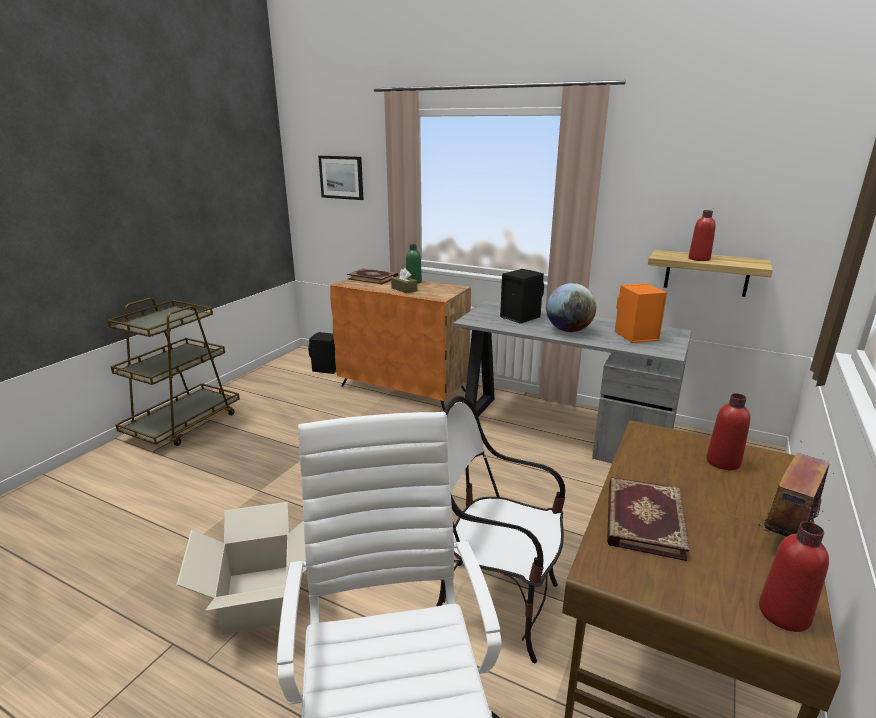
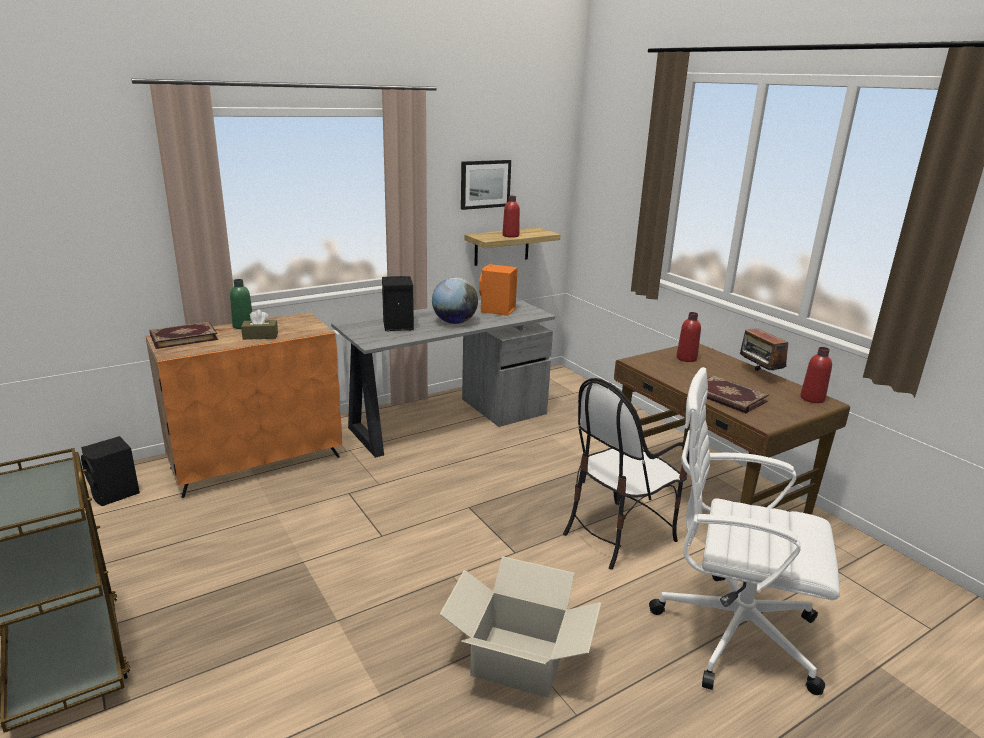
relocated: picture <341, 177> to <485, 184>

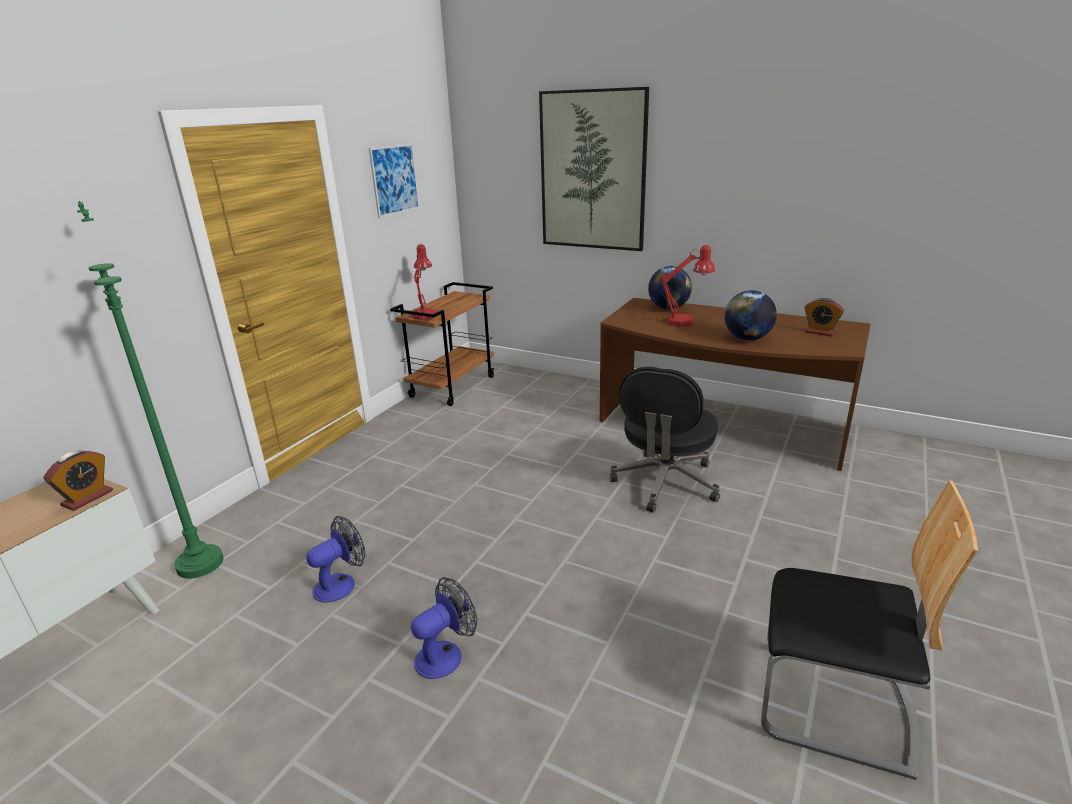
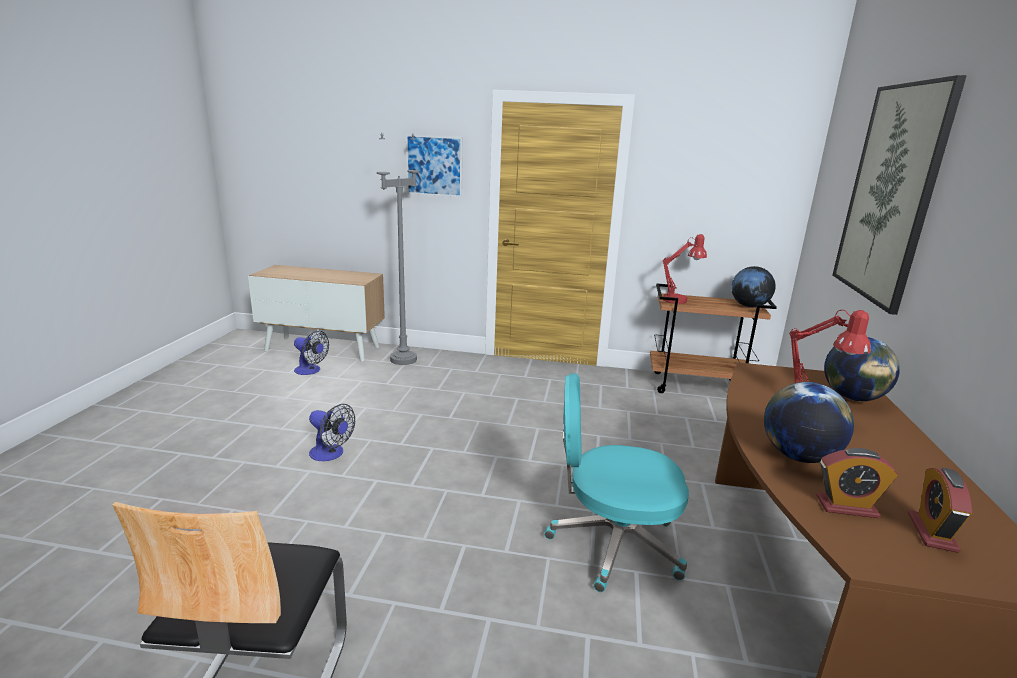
appeared: globe <749, 306>
relocated: alarm clock <87, 498> to <847, 507>; fan <341, 583> to <311, 371>; picture <395, 179> to <434, 166>
colour: floor lamp in green <200, 564> to floor lamp in grey <403, 359>; office chair in black <665, 483> to office chair in turquoise <612, 543>

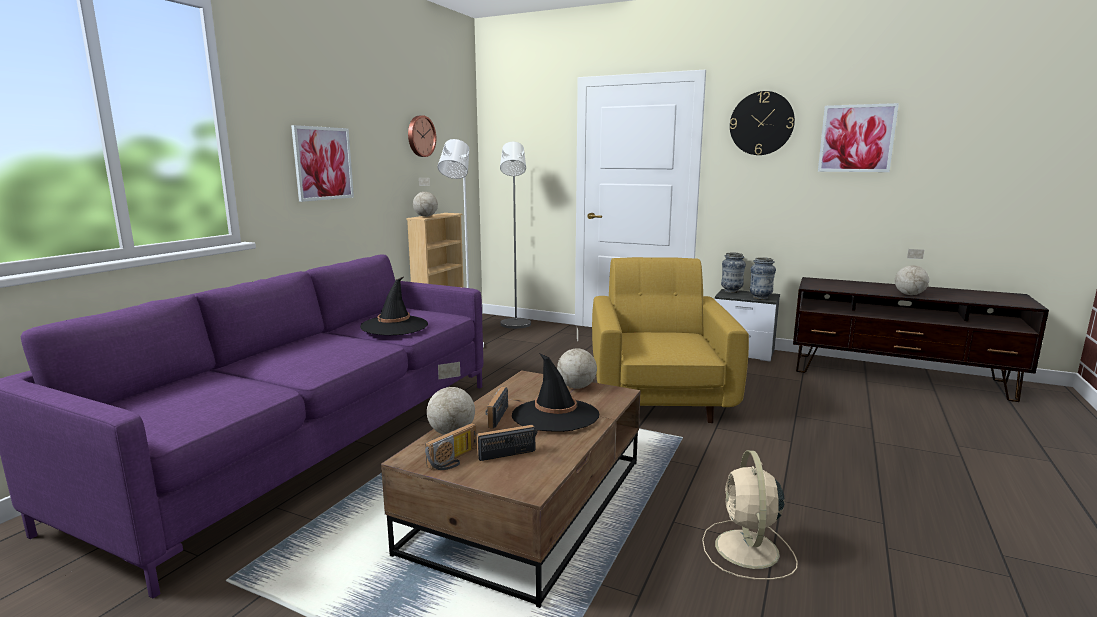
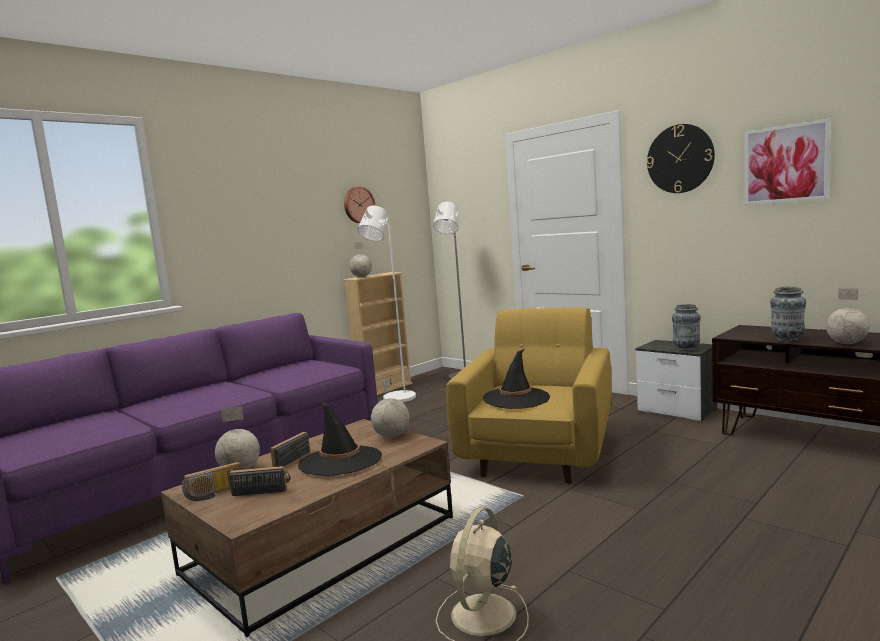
missing: picture <323, 163>
relocated: hat in black <394, 326> to <516, 398>; vase <731, 291> to <787, 340>

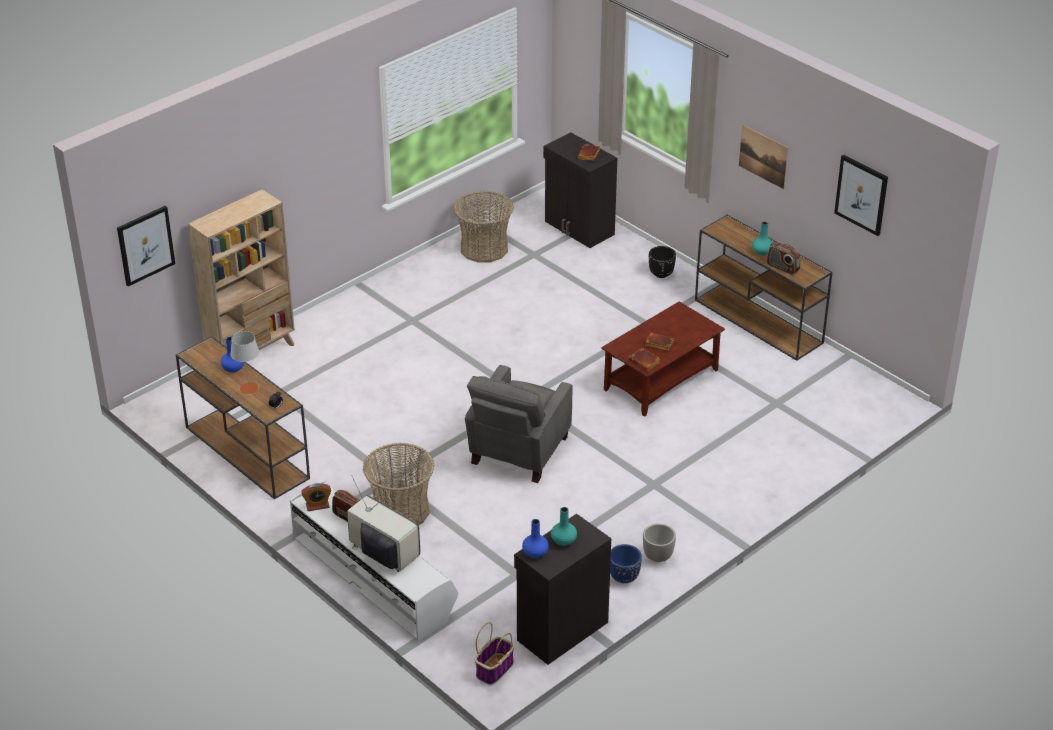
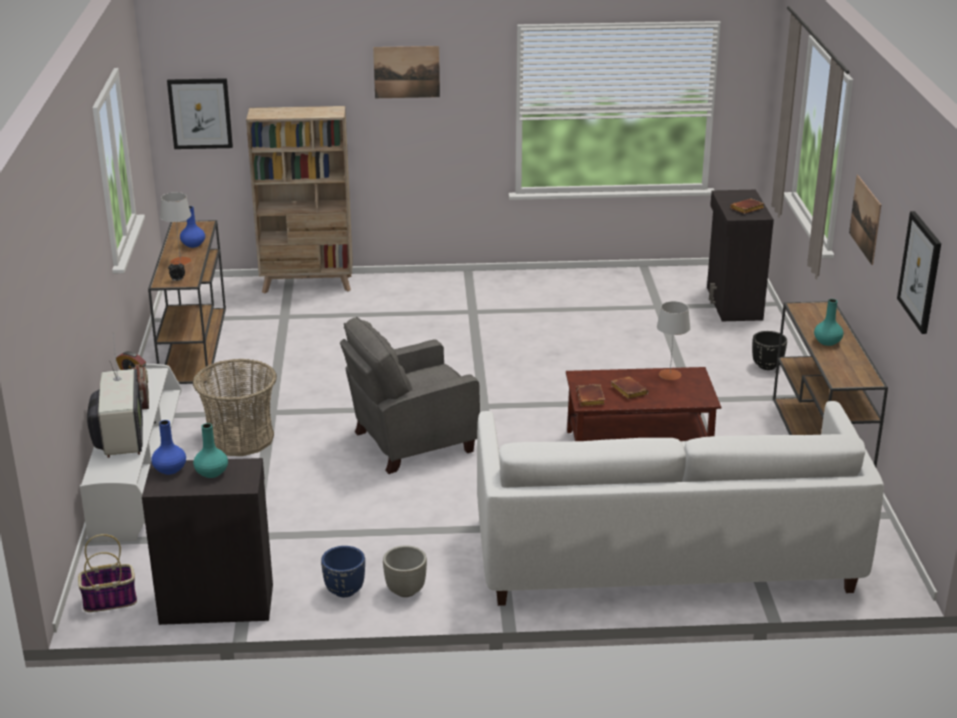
missing: basket <484, 248>; radio <782, 267>
appeared: picture <406, 72>; sofa in white <664, 554>; table lamp in grey <670, 374>

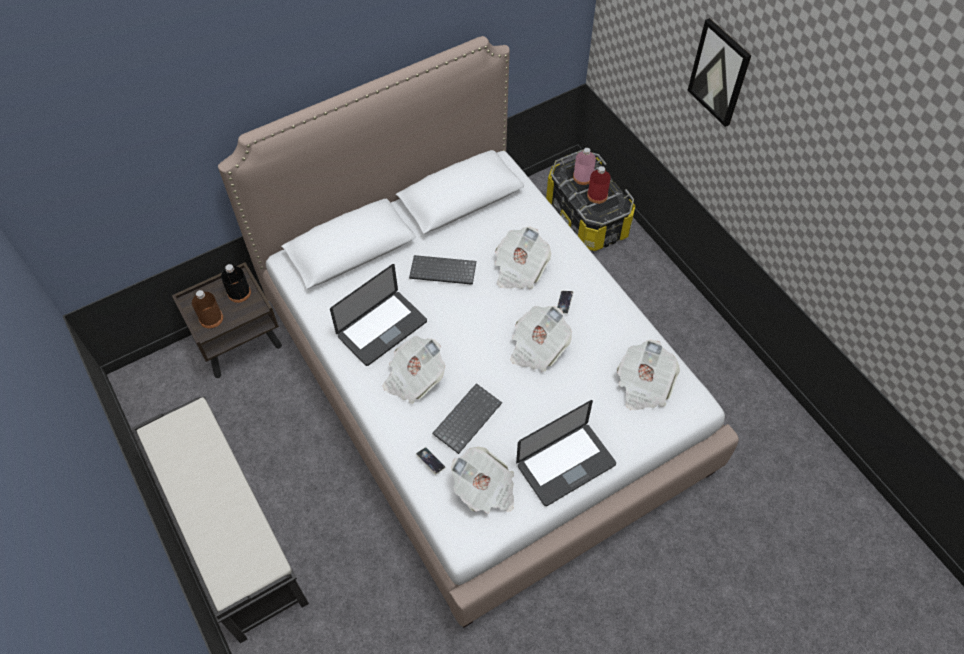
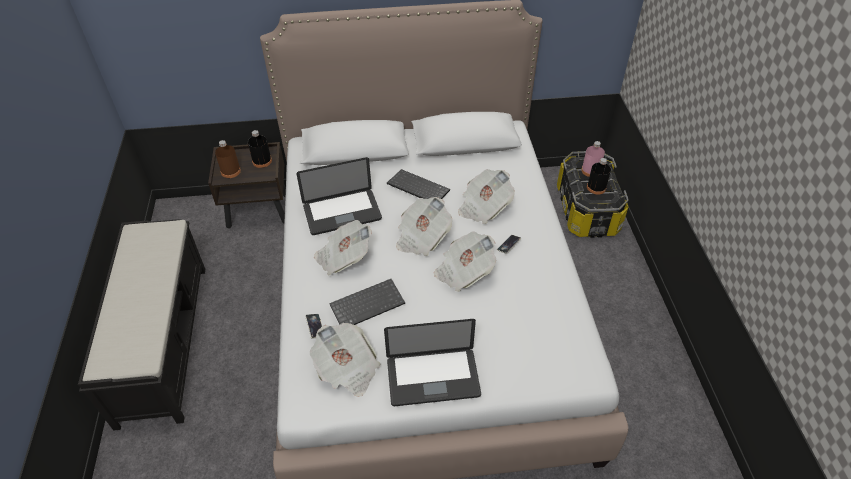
missing: picture <719, 72>
relocated: newspaper <643, 385> to <422, 237>
colour: bottle in red <597, 195> to bottle in black <596, 187>

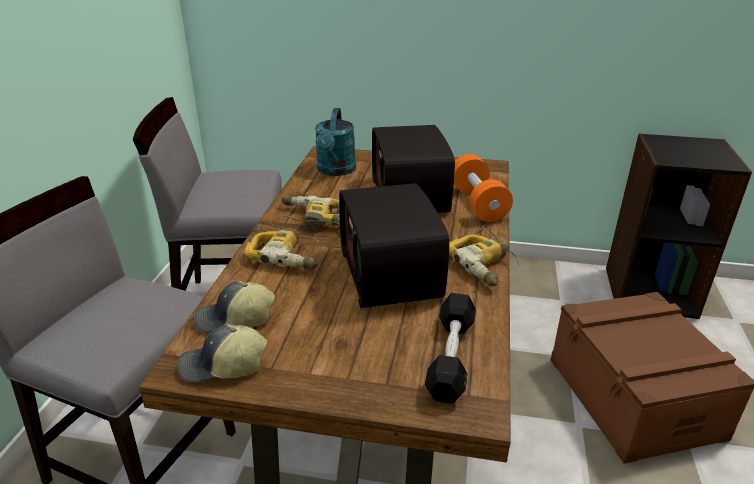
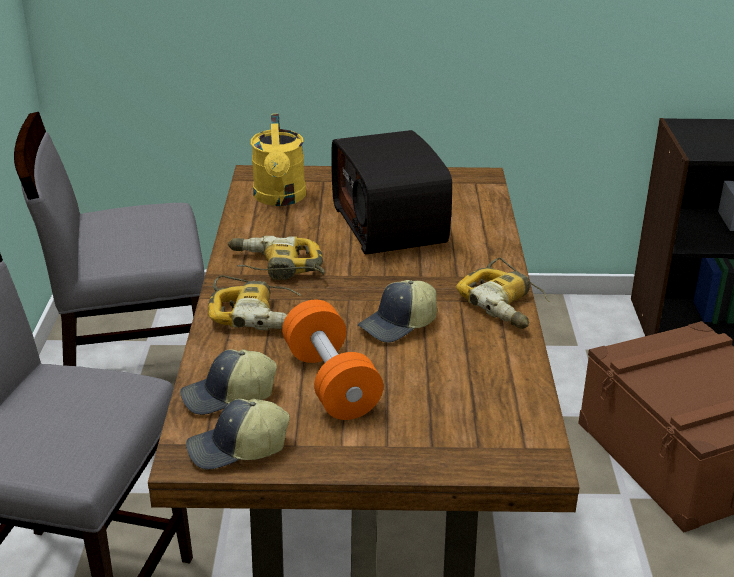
missing: dumbbell in black <451, 357>
relocated: dumbbell in orange <477, 203> to <331, 382>
exchanged: radio <392, 273> to cap <399, 325>
colour: watering can in turquoise <335, 171> to watering can in yellow <280, 198>

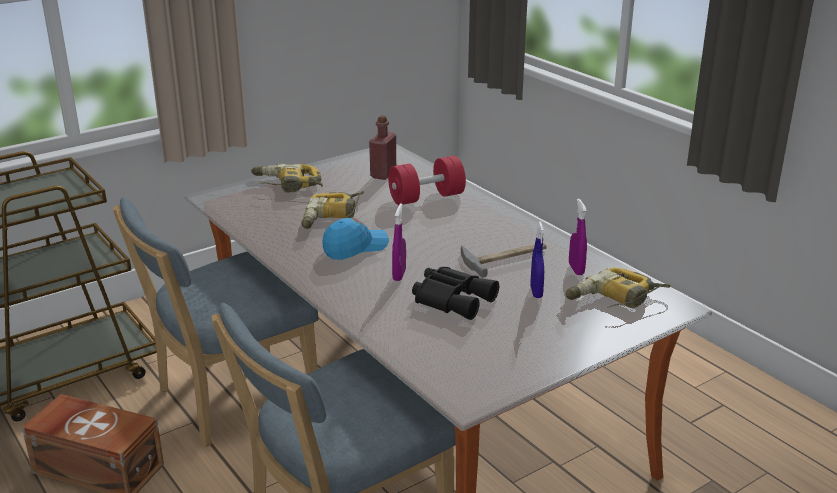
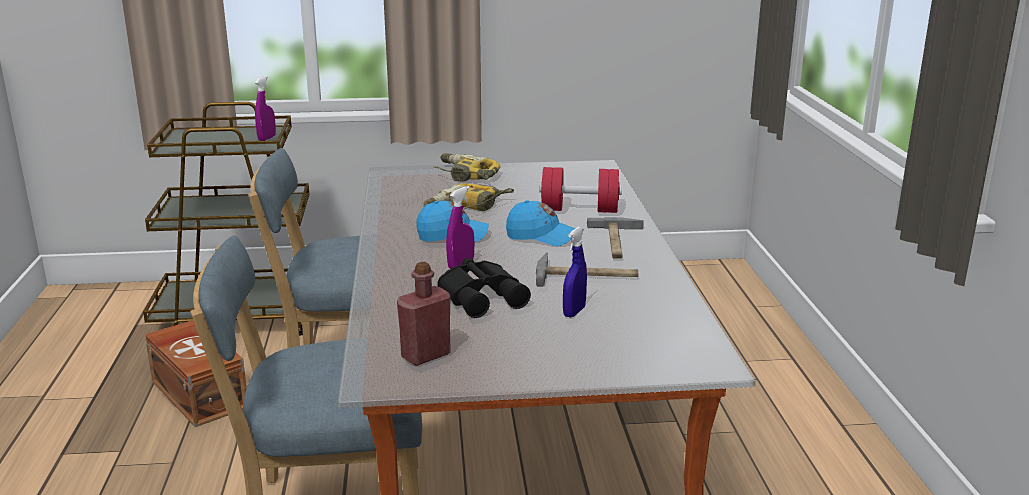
missing: power drill <614, 299>
appeared: cap in blue <541, 236>; hammer <616, 242>
relocated: bottle in red <383, 174> to <426, 355>; spray bottle in purple <576, 269> to <267, 138>

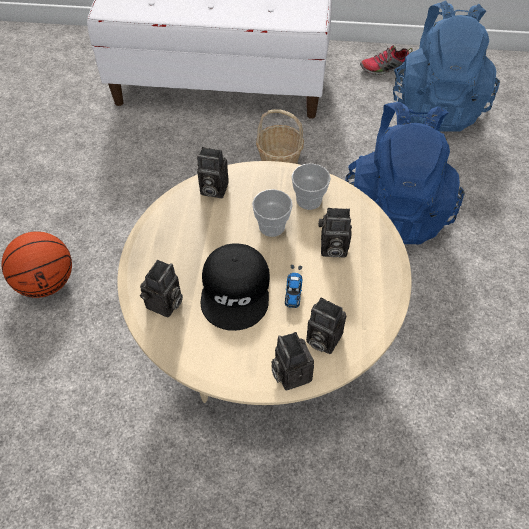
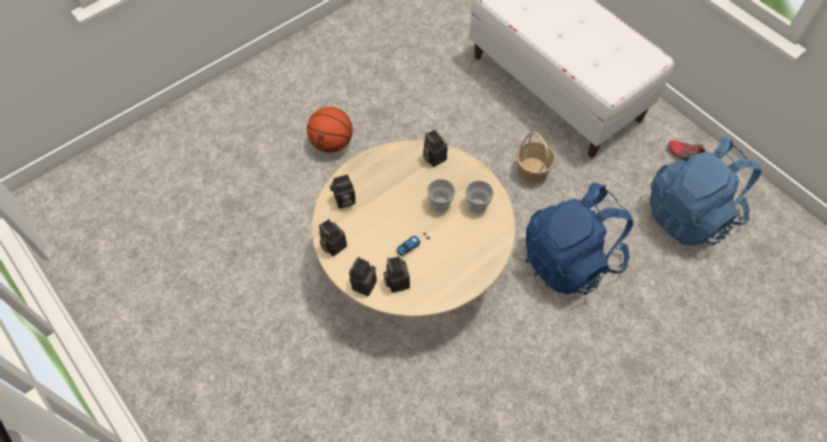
missing: cap in black <237, 291>
relocated: photo camera <332, 248> to <332, 245>

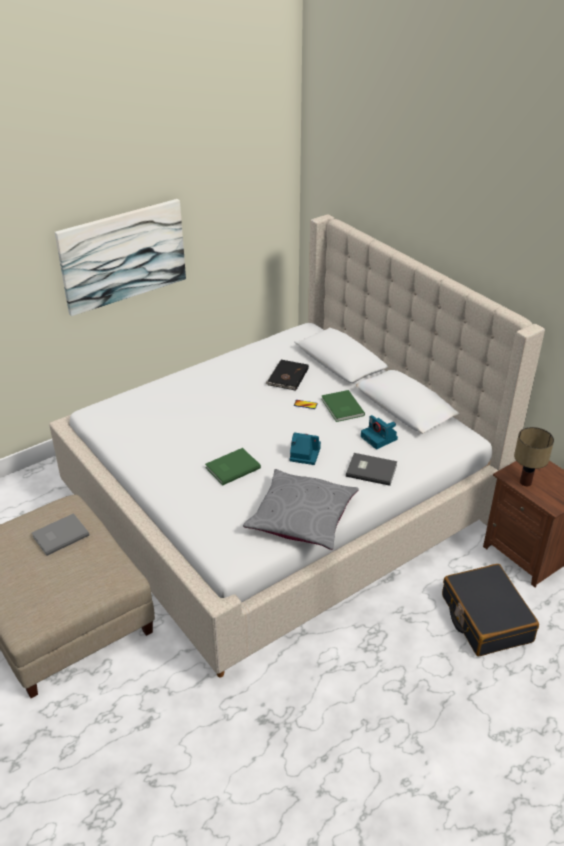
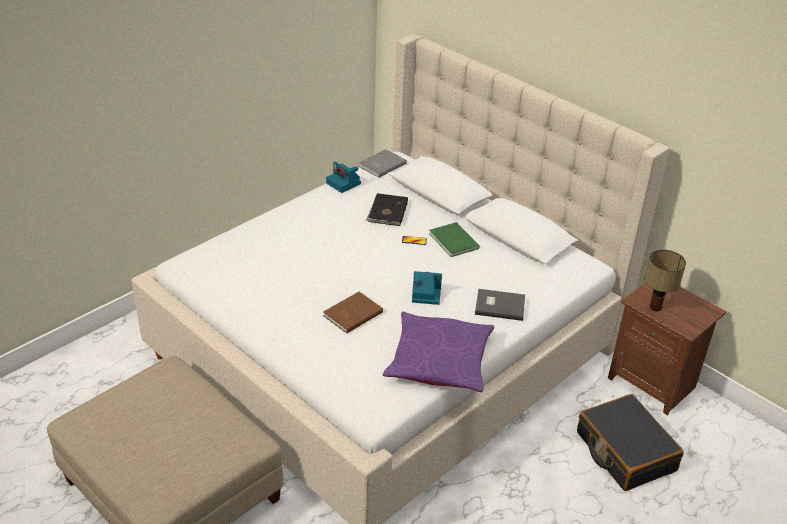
missing: picture <123, 256>
relocated: book in grey <59, 535> to <381, 164>; photo camera <379, 438> to <344, 183>
colour: book in green <231, 467> to book in brown <351, 313>; pillow in grey <302, 517> to pillow in purple <439, 361>

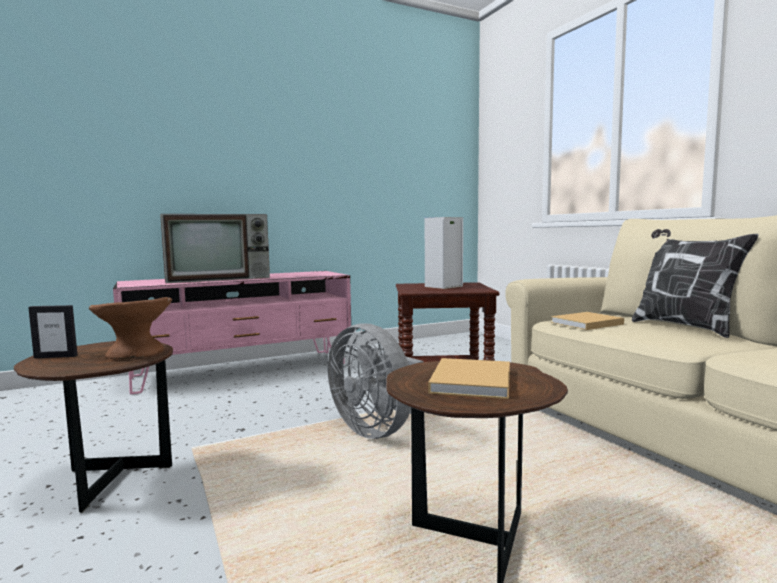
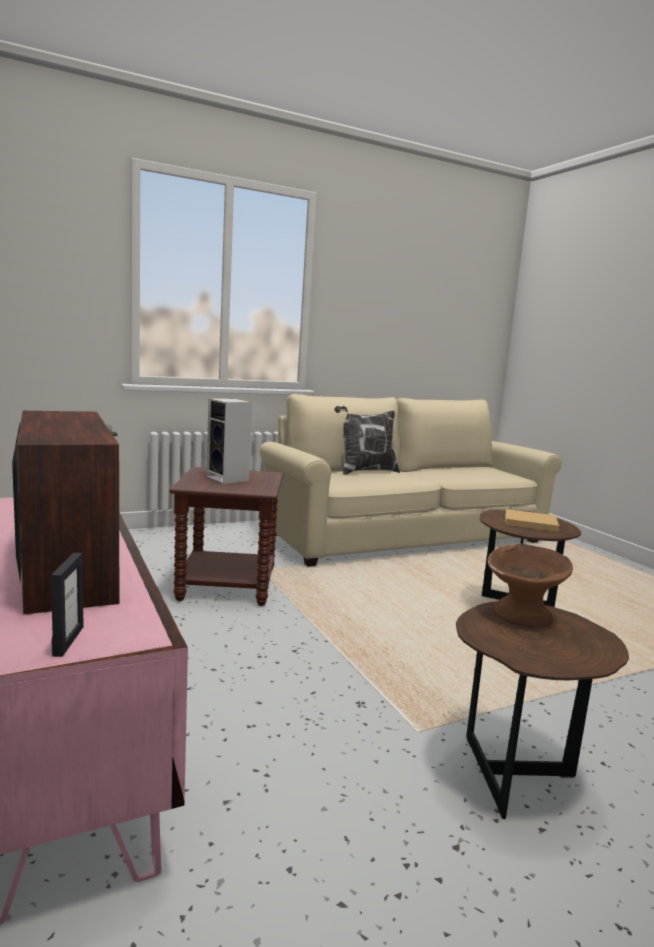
missing: fan in grey <377, 429>; book in beige <585, 323>
relocated: picture frame <56, 356> to <68, 641>

